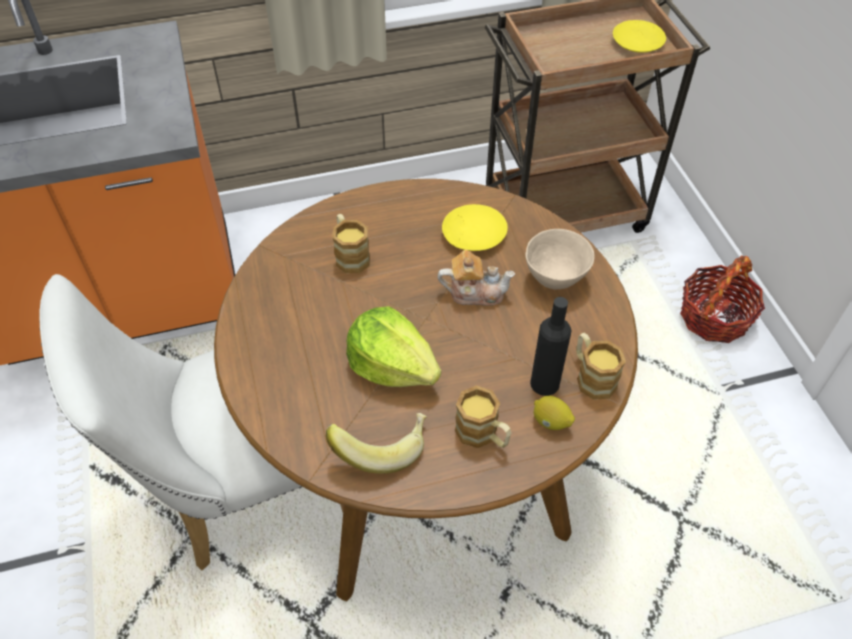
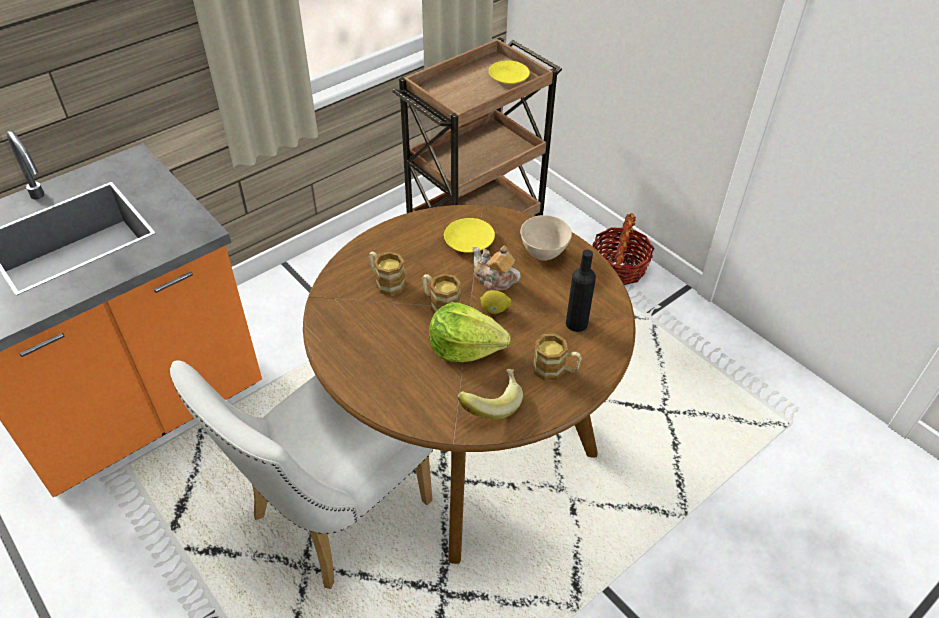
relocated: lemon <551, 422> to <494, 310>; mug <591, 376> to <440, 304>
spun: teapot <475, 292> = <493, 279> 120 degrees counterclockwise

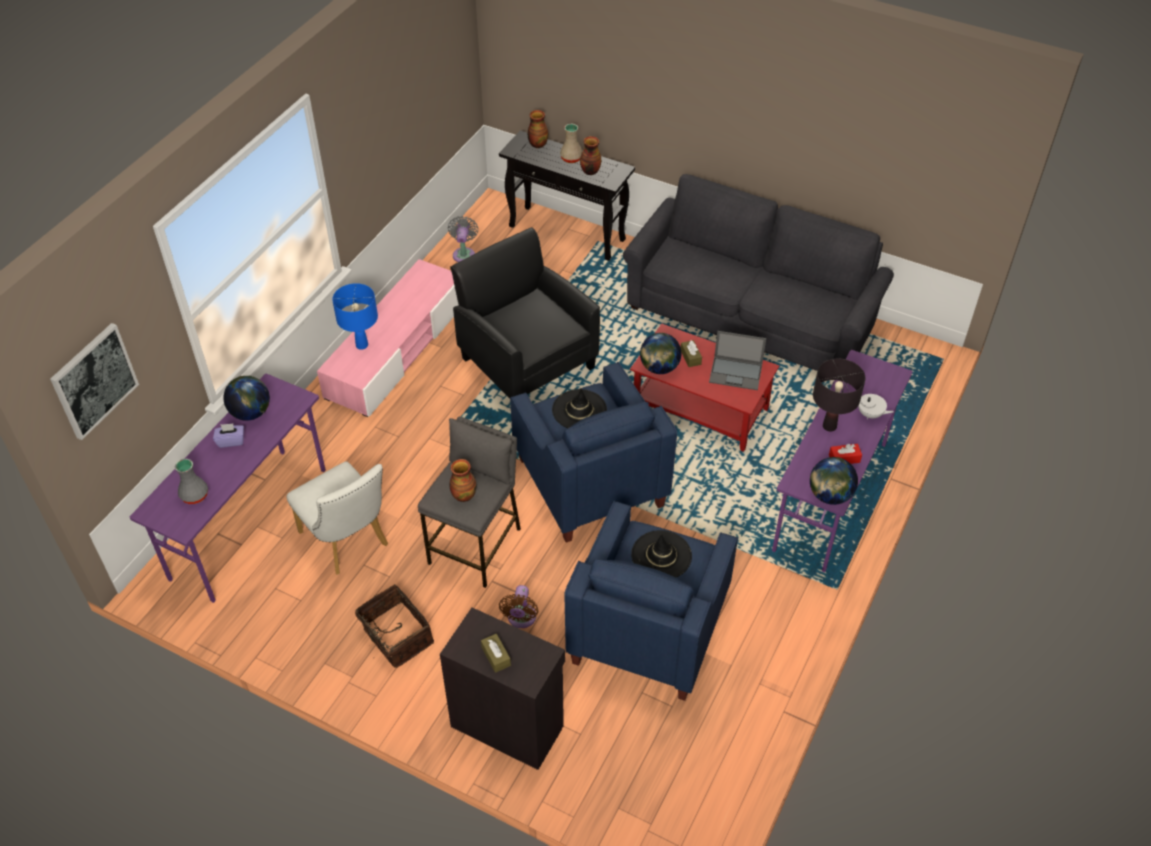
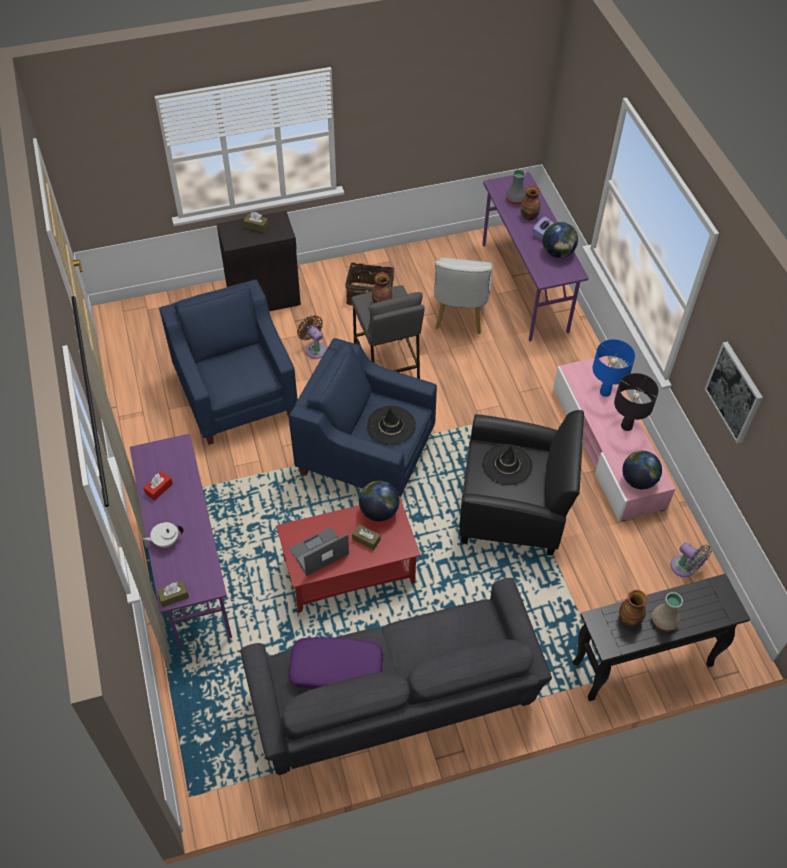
appeared: tissue box in brown <173, 596>; pillow in purple <336, 669>
relocated: picture <94, 380> to <734, 392>; vase <537, 144> to <529, 216>; hat in black <661, 555> to <507, 465>; globe <829, 495> to <638, 480>; table lamp in black <829, 426> to <626, 426>
spun: chair in white <348, 542> = <459, 316> 90 degrees counterclockwise

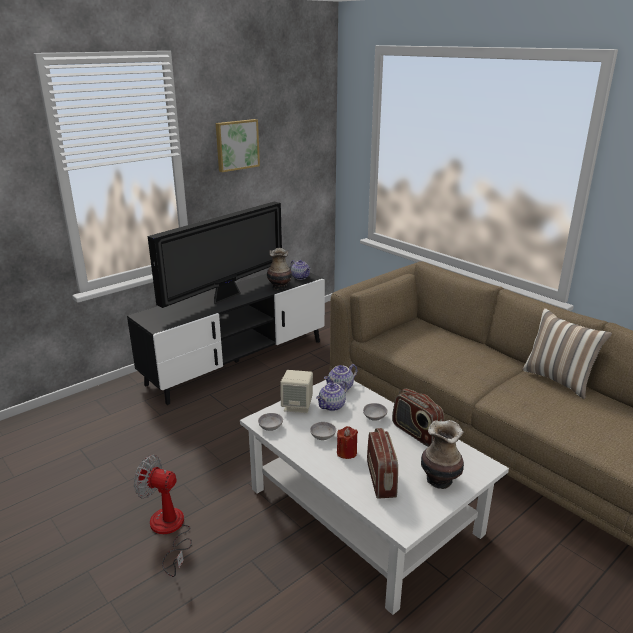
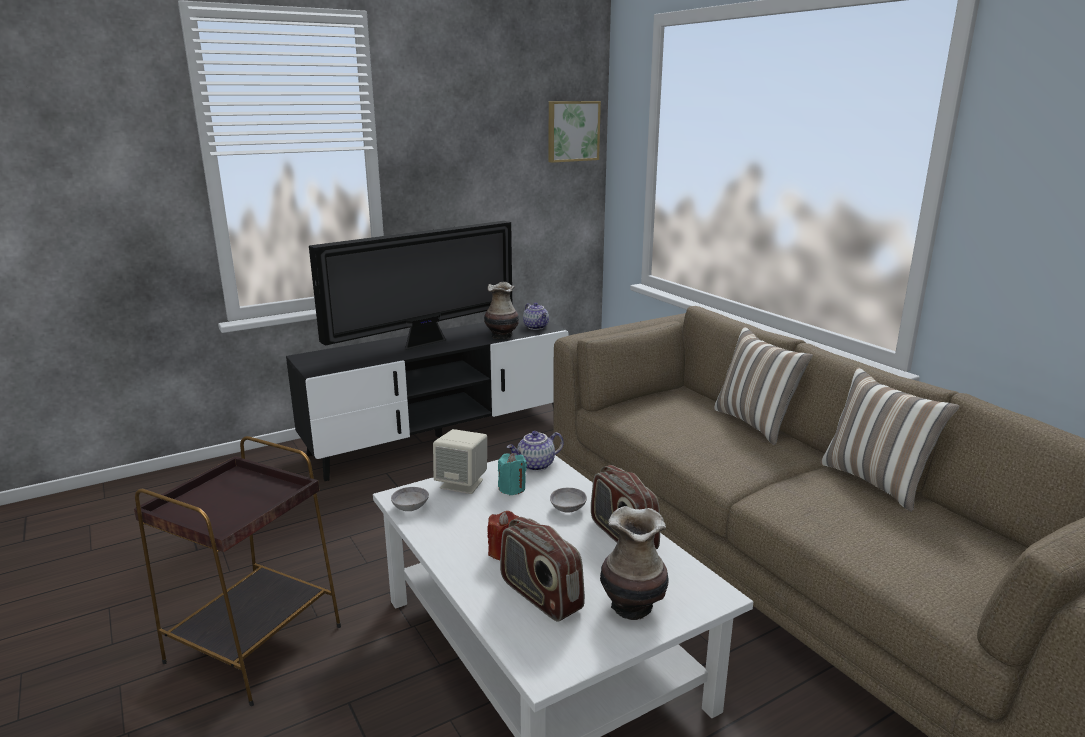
missing: bowl in grey <323, 436>
appeared: pillow <755, 423>
relocated: picture <236, 145> to <572, 131>
exchanged: fan <169, 531> to side table in brown <252, 645>; teapot <332, 406> to candle in turquoise <512, 488>
spun: radio <381, 480> = <540, 595> 135 degrees clockwise

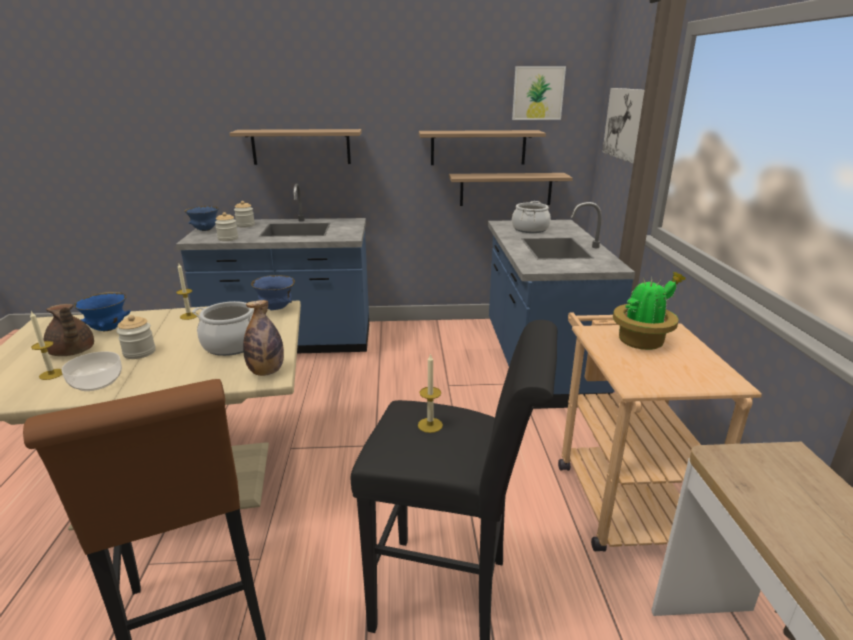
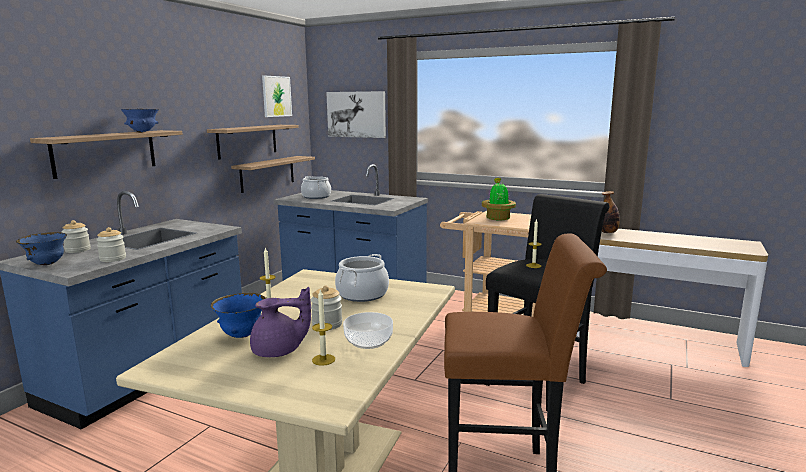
relocated: bottle <266, 372> to <607, 232>; bowl in blue <276, 309> to <142, 132>
colour: teapot in brown <72, 352> to teapot in purple <279, 351>

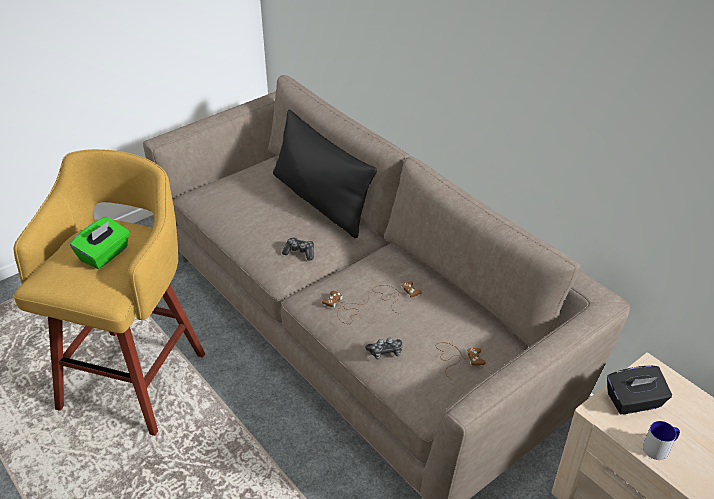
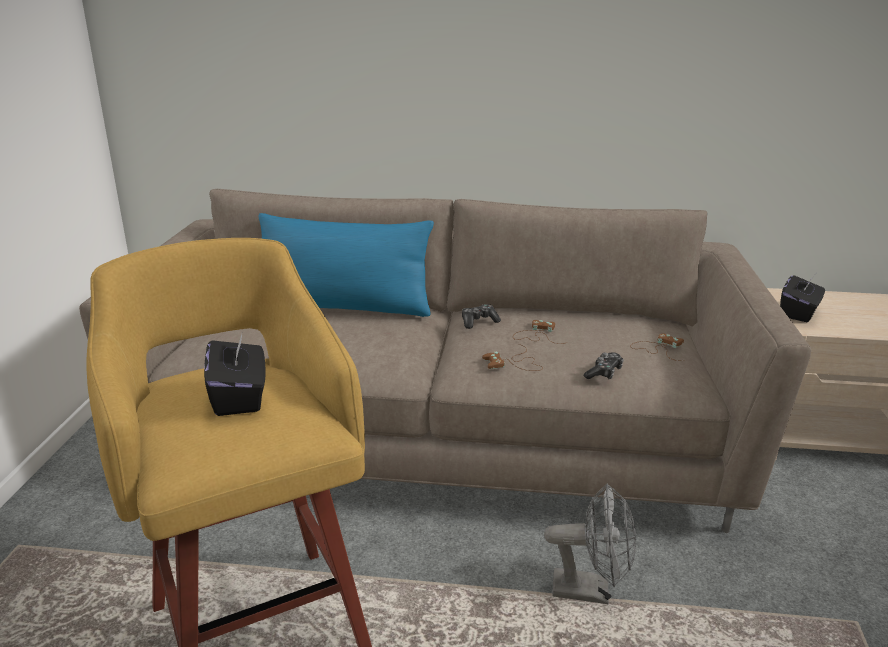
missing: mug <659, 448>
appeared: fan in grey <590, 590>
relocated: game controller <300, 252> to <478, 321>
colour: tissue box in green <105, 255> to tissue box in black <239, 397>; pillow in black <320, 201> to pillow in blue <345, 307>

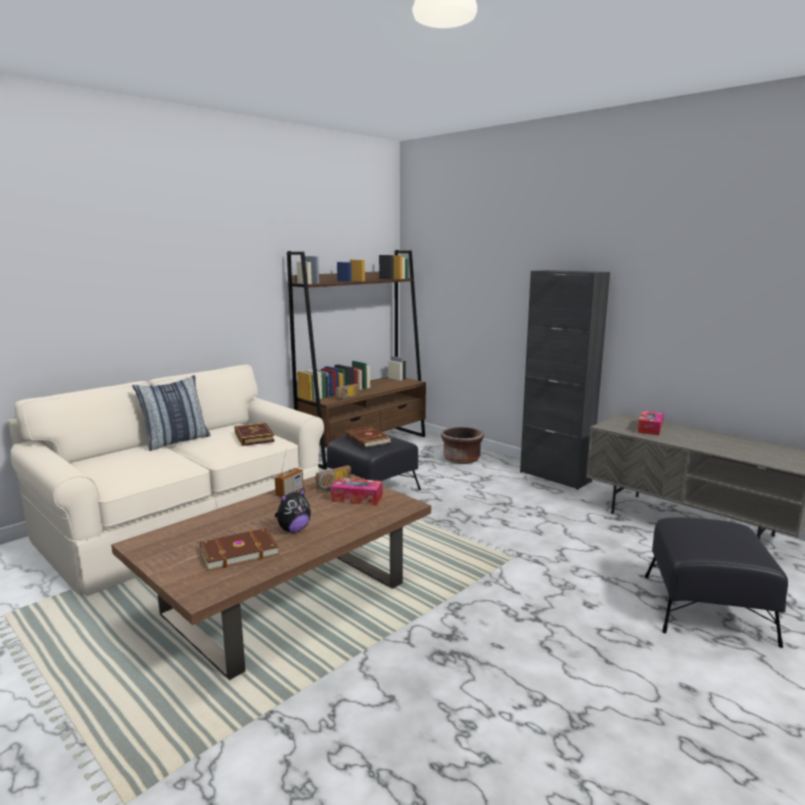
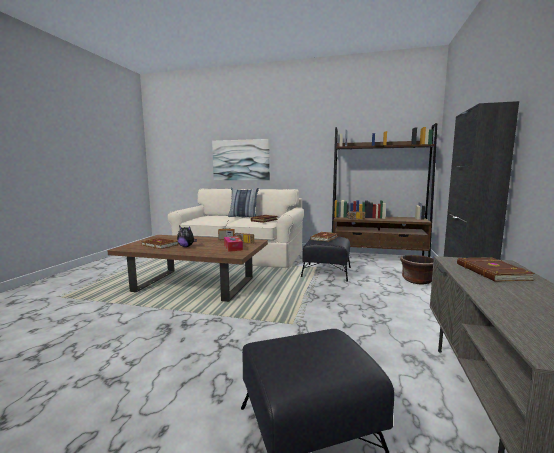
appeared: picture <241, 160>
exchanged: tissue box <650, 428> to book in brown <491, 272>

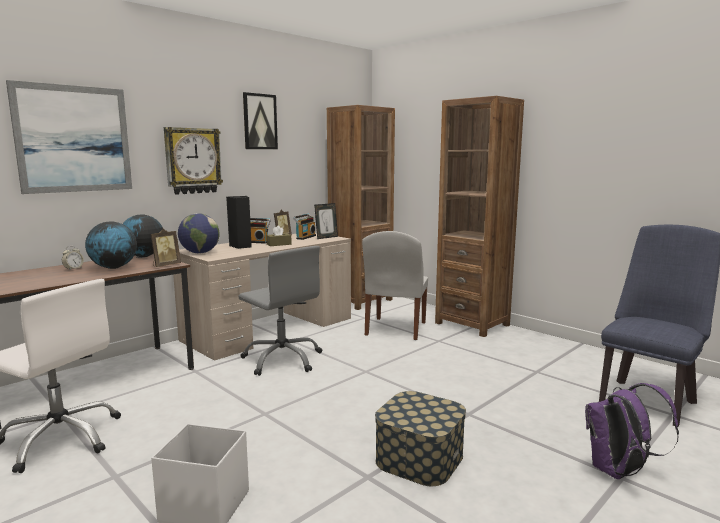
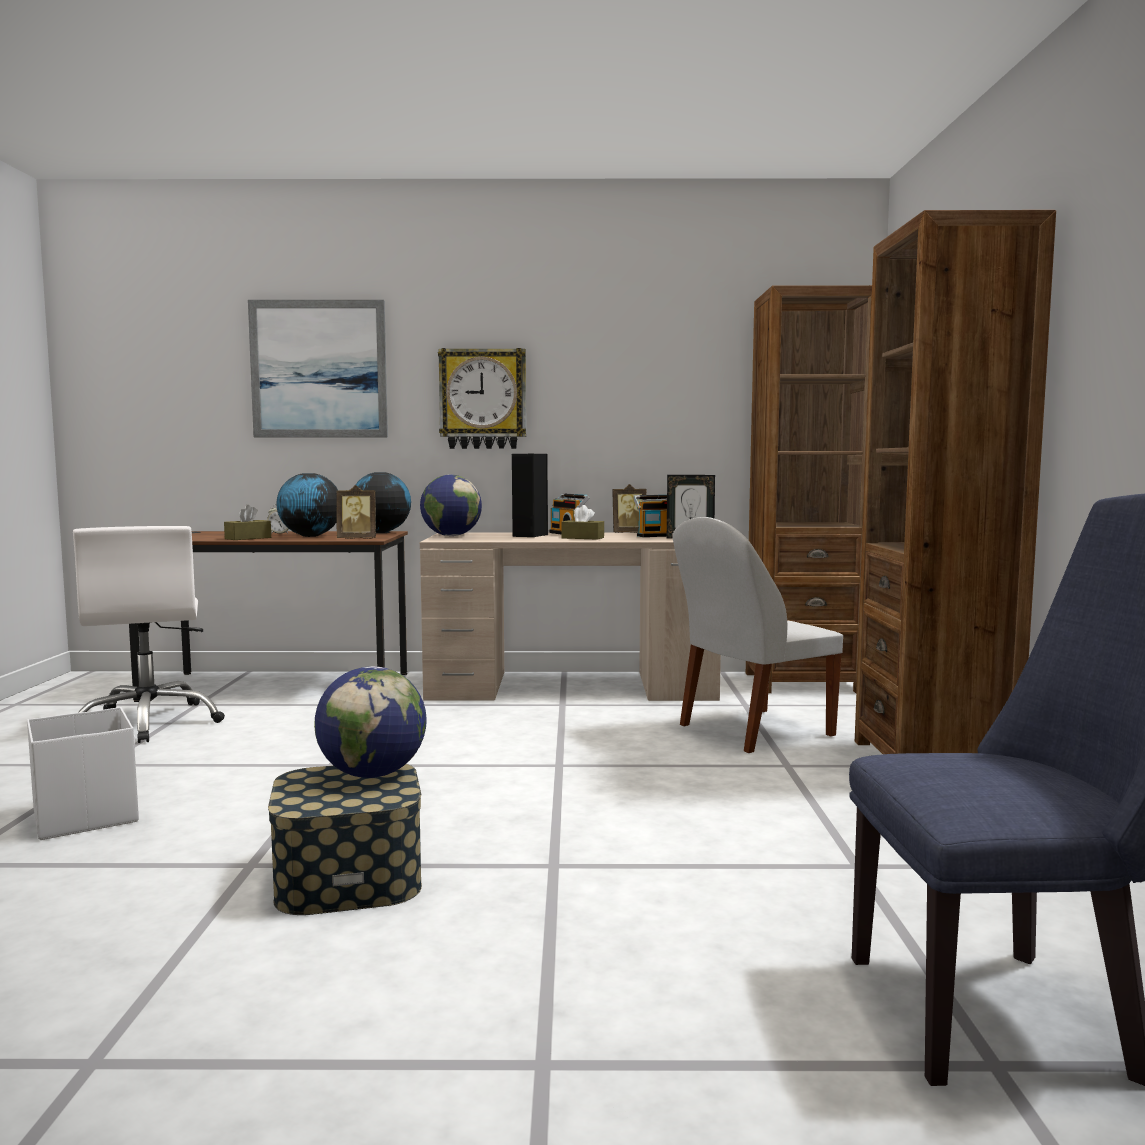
missing: office chair in grey <282, 359>; picture <259, 121>; backpack in purple <619, 472>
appeared: tissue box in brown <248, 538>; globe <372, 774>

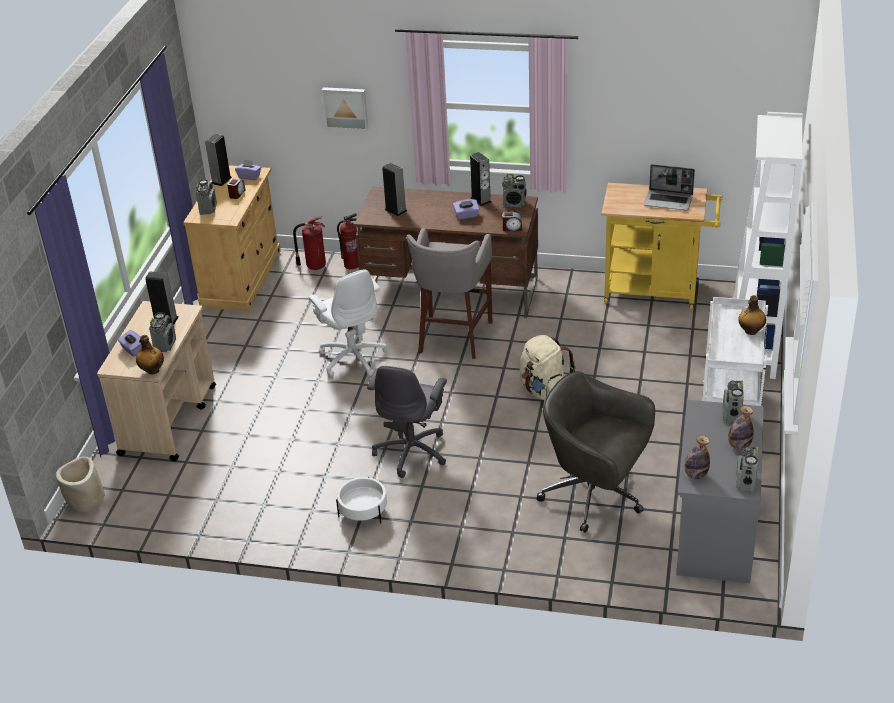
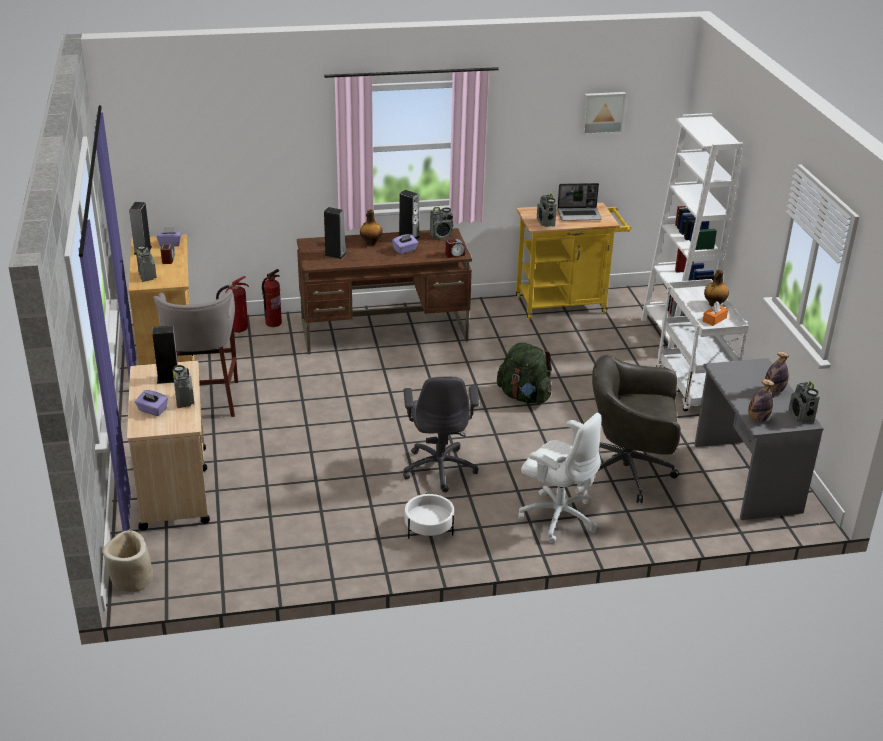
appeared: tissue box in orange <714, 319>
relocated: bottle <152, 370> to <371, 243>; office chair in white <352, 357> to <557, 517>; picture <345, 107> to <602, 112>; stool in grey <453, 338> to <204, 401>; radio <731, 415> to <545, 223>
colour: backpack in beige <544, 390> to backpack in green <524, 396>

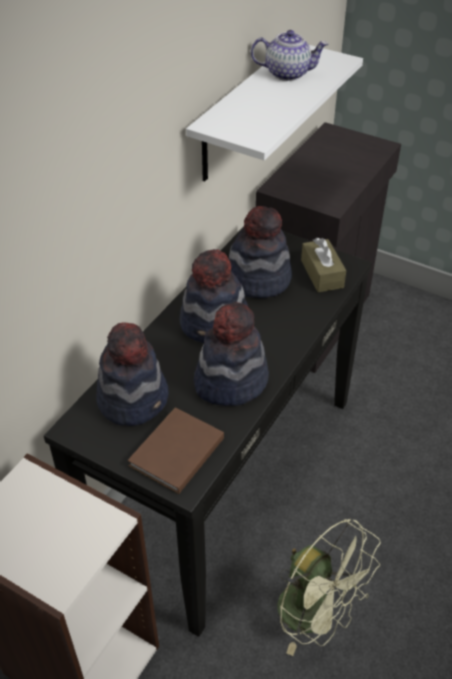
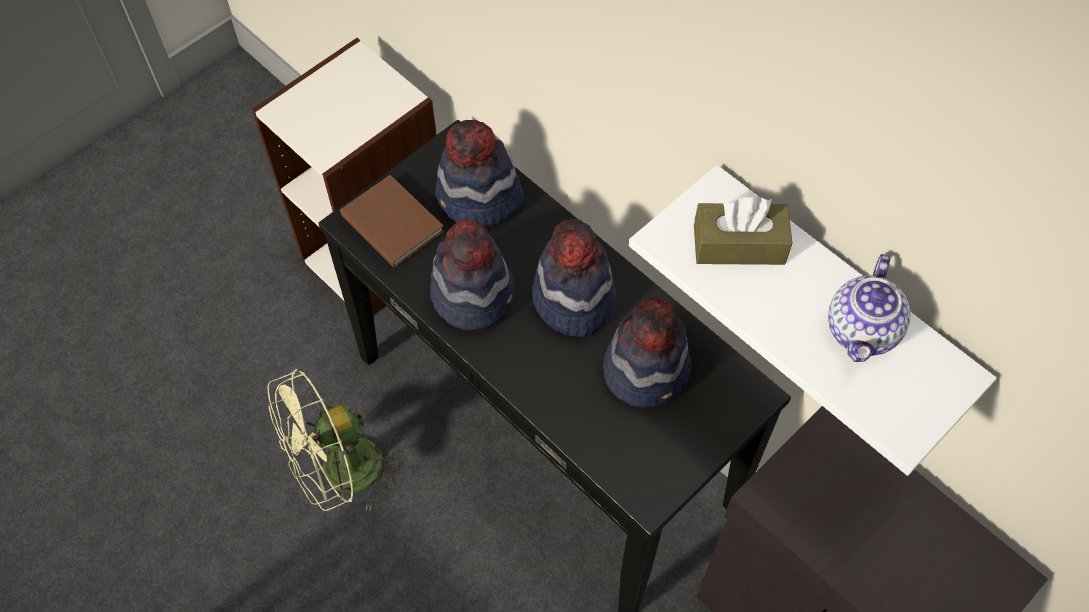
relocated: tissue box in brown <322, 274> to <739, 244>

